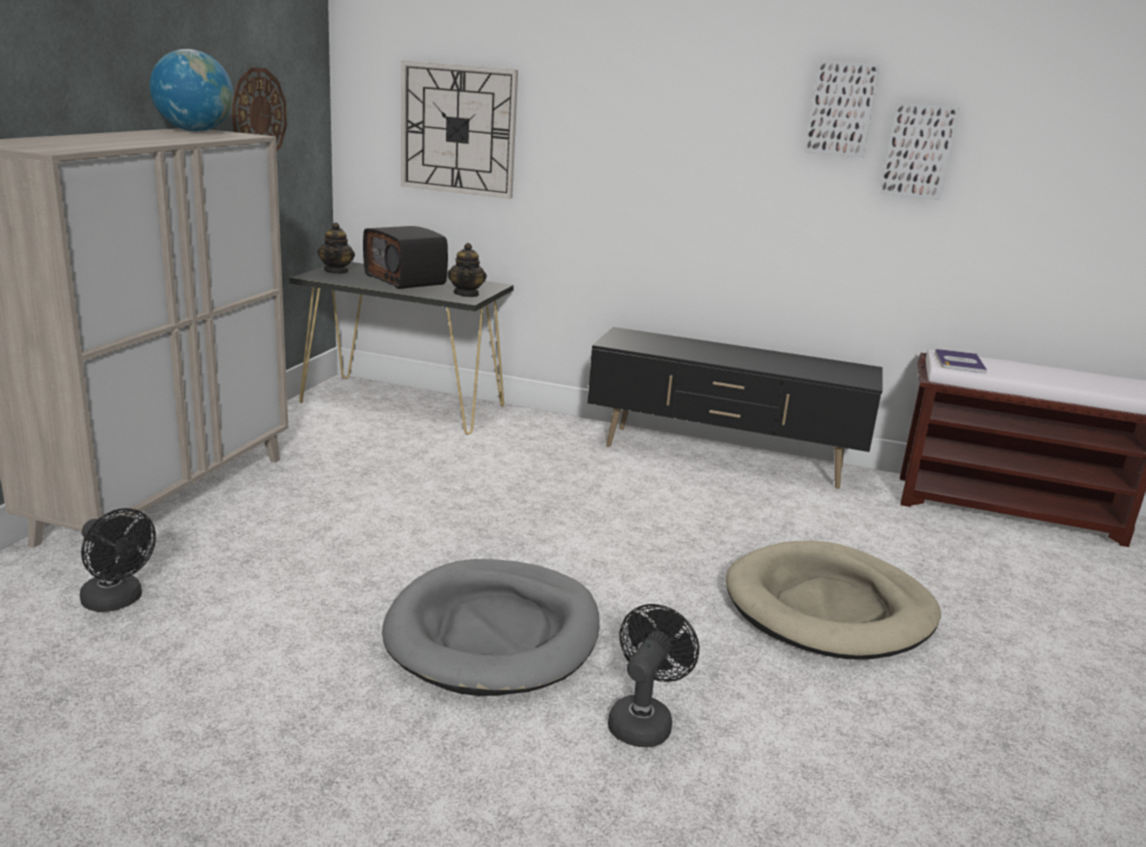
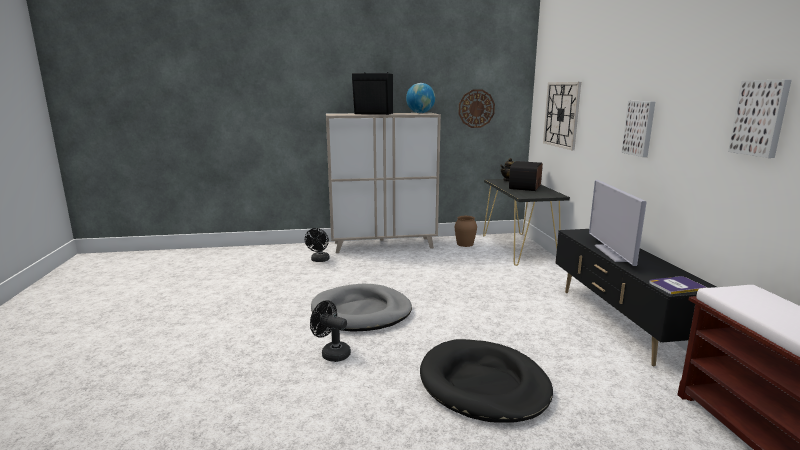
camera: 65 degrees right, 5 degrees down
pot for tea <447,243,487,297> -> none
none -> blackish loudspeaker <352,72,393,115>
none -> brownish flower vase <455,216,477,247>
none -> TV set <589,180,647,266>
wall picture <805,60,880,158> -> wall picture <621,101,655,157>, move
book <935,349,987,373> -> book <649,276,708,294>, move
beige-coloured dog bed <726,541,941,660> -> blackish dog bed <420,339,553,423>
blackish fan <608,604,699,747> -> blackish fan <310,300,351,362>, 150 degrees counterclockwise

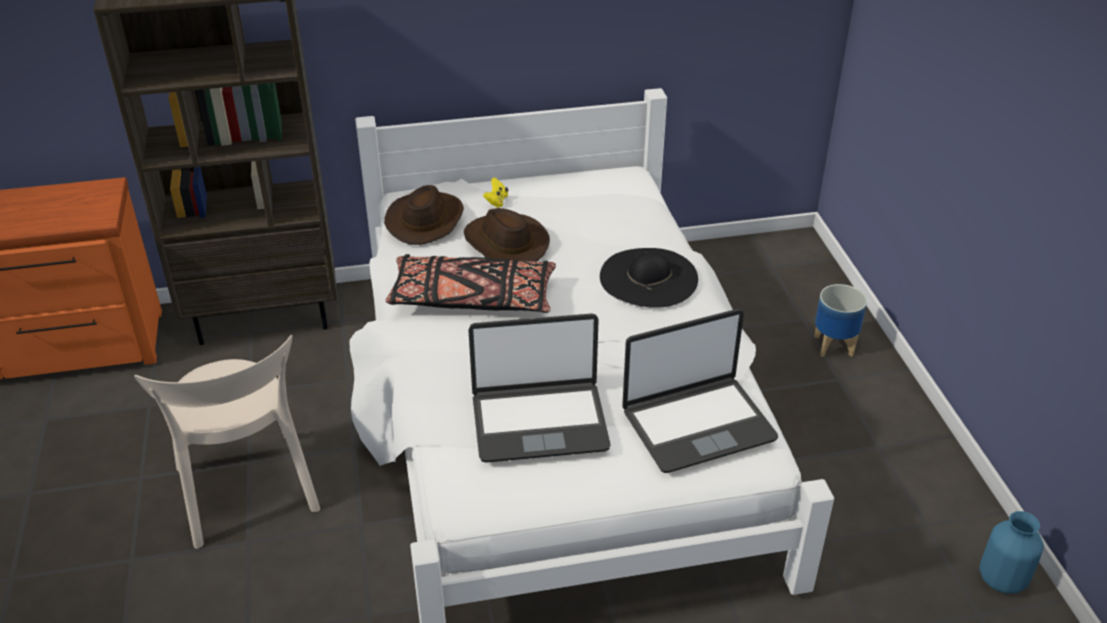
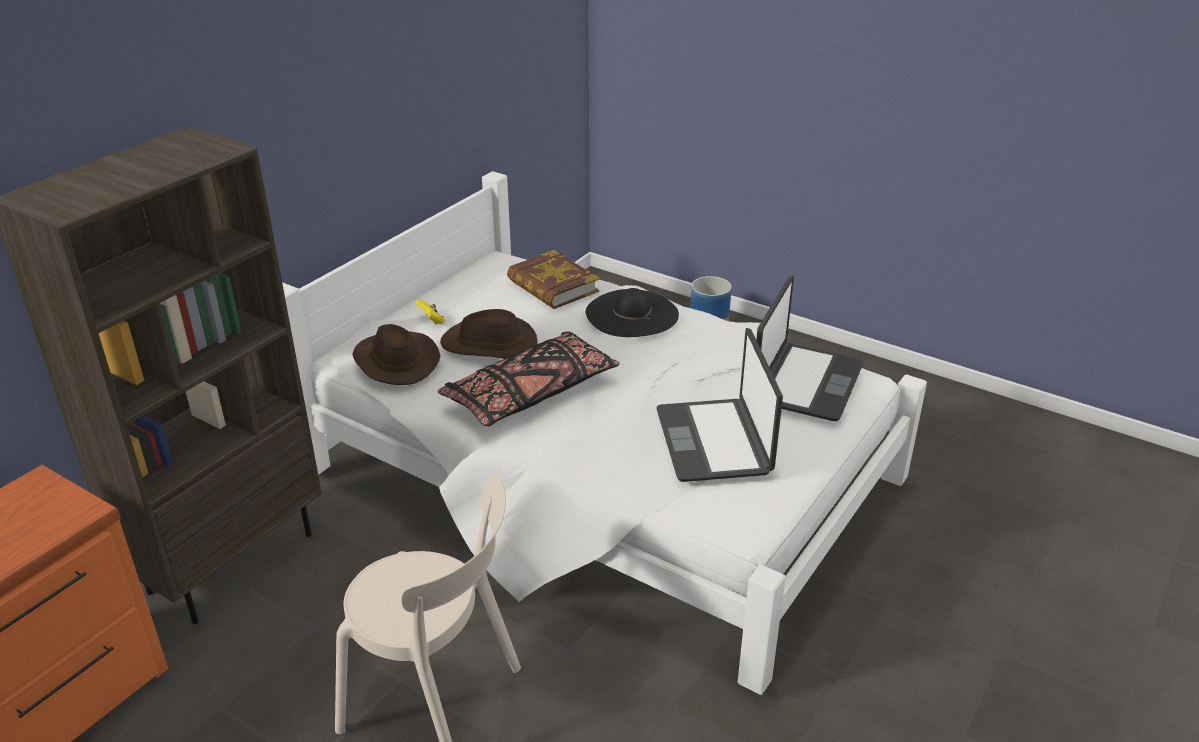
camera: 45 degrees left, 5 degrees down
bluish flower vase <979,511,1044,594> -> none
none -> book <507,250,599,309>
laptop <468,313,611,463> -> laptop <656,328,783,482>, 135 degrees clockwise

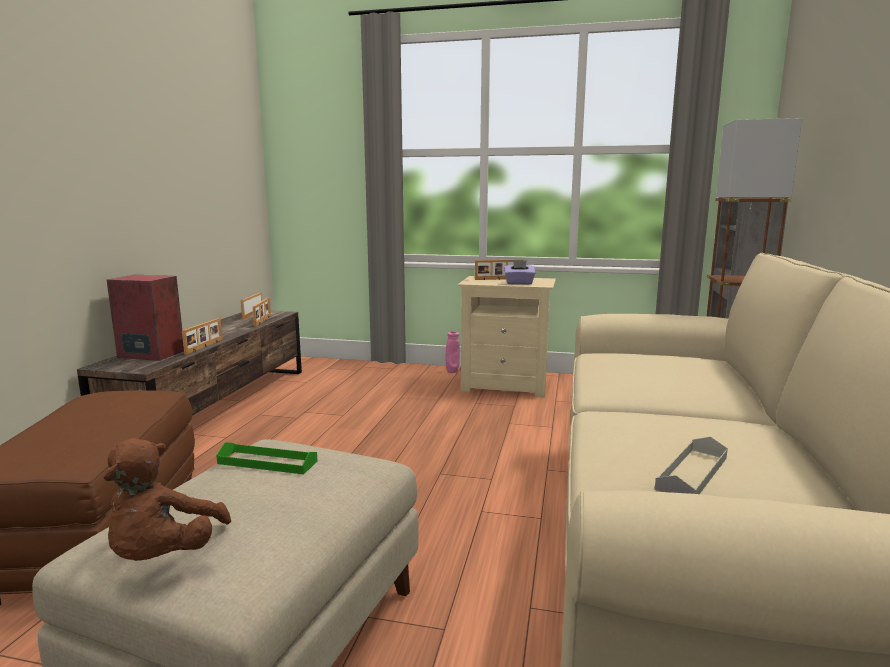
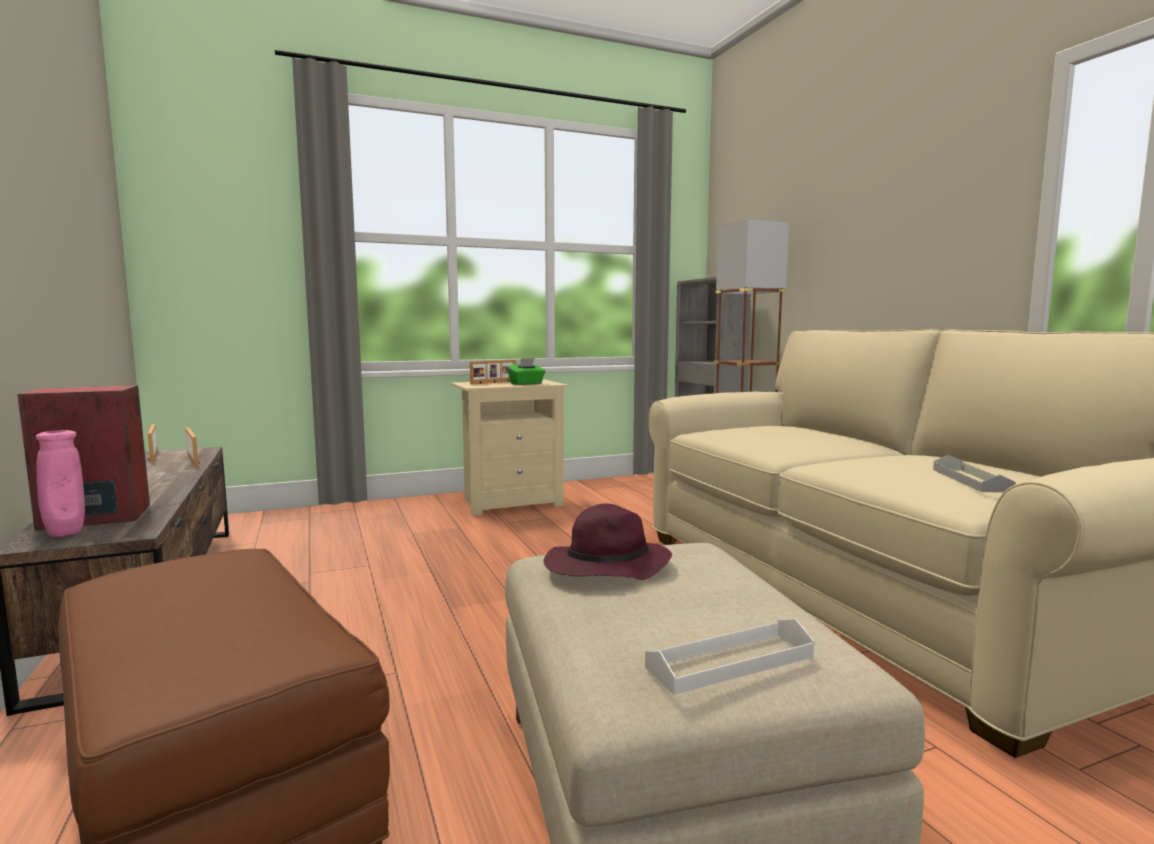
camera: 35 degrees left, 5 degrees down
picture frame <182,318,223,355> -> none
pink flower vase <446,332,460,373> -> pink flower vase <36,430,85,537>, move
brownish plush toy <104,438,231,561> -> white-coloured serving tray <645,619,814,695>
greenish serving tray <216,442,317,474> -> purple hat <544,504,672,580>
purple box of tissues <504,260,535,285> -> greenish box of tissues <507,358,545,385>

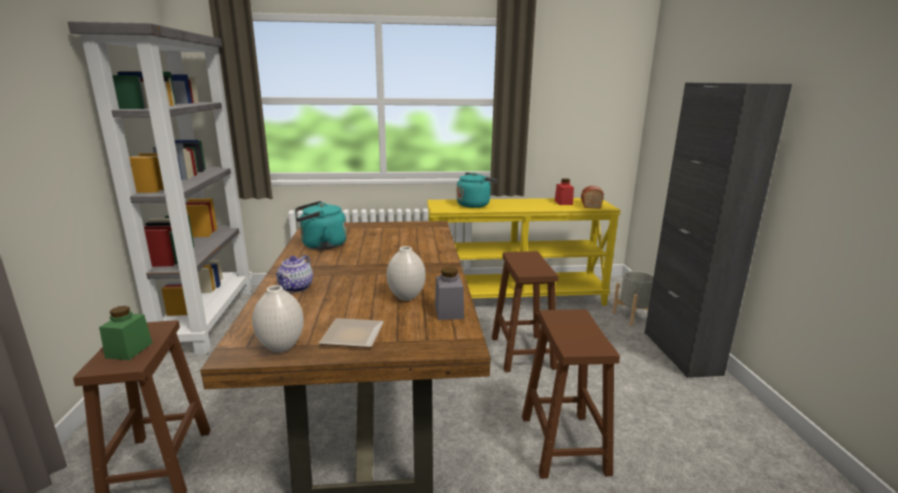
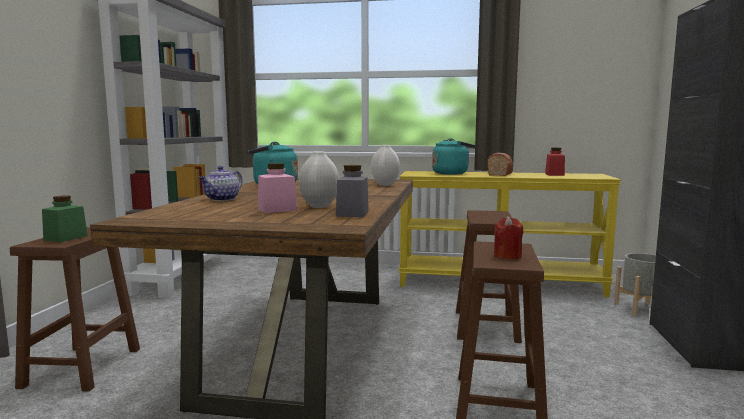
camera: 15 degrees right, 10 degrees down
flat dish <319,318,384,348> -> none
none -> pink storage jar <258,163,297,213>
none -> red candle <494,216,523,259>
white-coloured flower vase <252,285,304,352> -> white-coloured flower vase <371,145,400,186>, move
bakery bread <581,186,604,209> -> bakery bread <487,153,513,176>, move

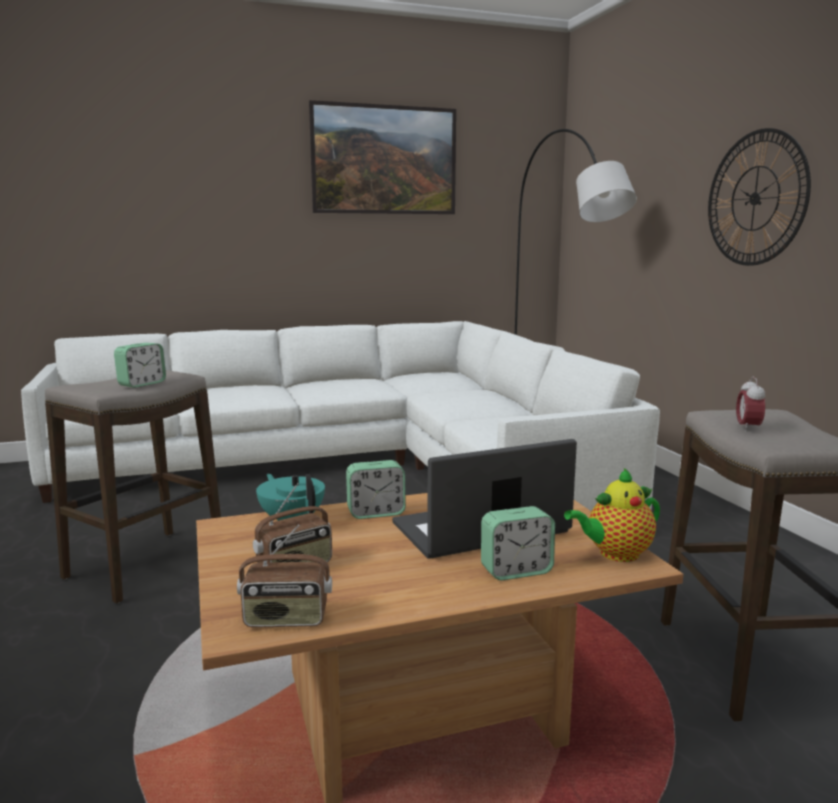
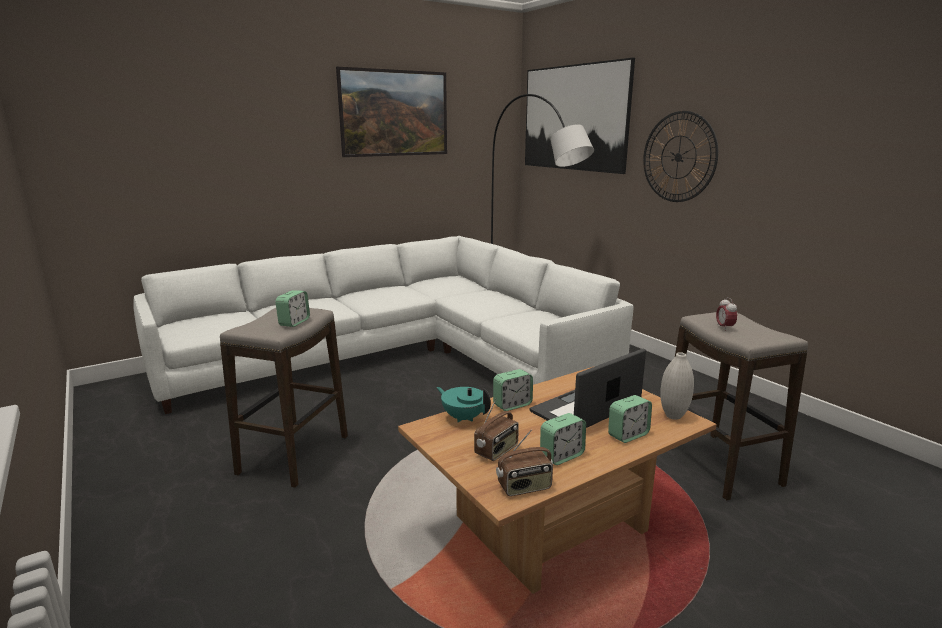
camera: 15 degrees left, 5 degrees up
none -> wall picture <525,58,635,174>
none -> bedside clock <540,413,586,465>
pot for tea <564,468,660,562> -> white-coloured flower vase <660,352,694,420>

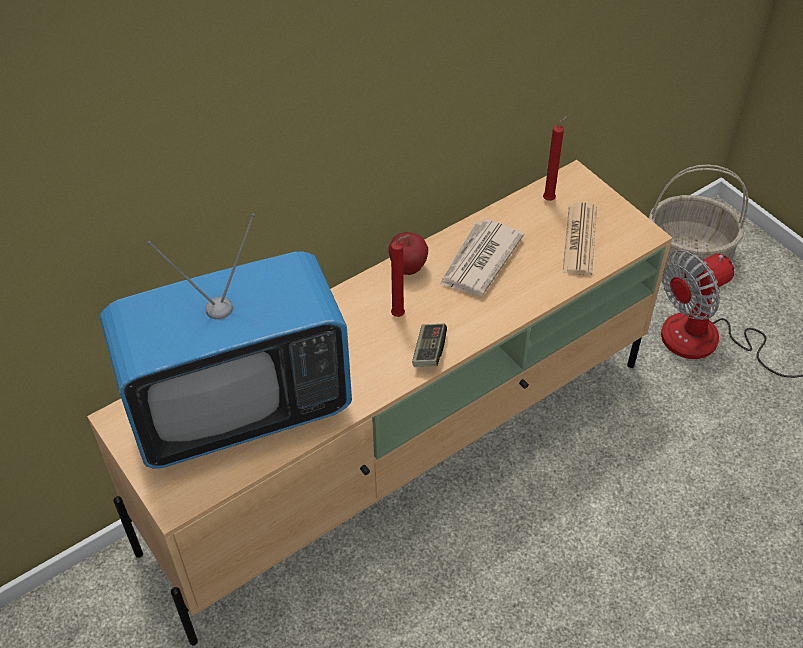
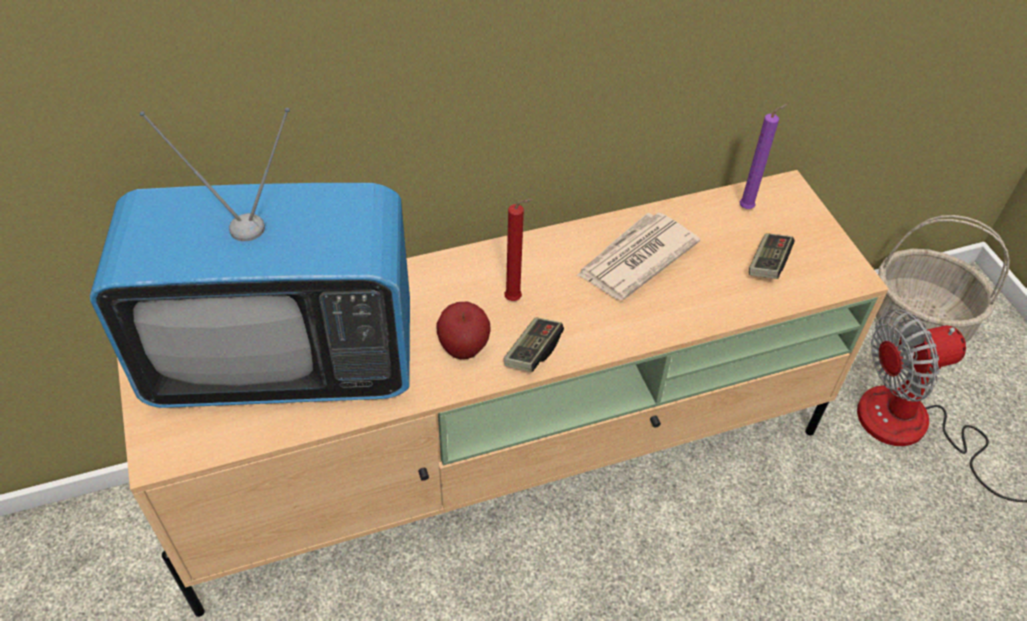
camera: 15 degrees right, 0 degrees up
apple fruit <388,232,428,275> -> apple fruit <436,301,491,359>, move
newspaper <562,202,597,276> -> joypad <749,233,795,279>
red candle <543,115,568,201> -> purple candle <740,103,788,209>

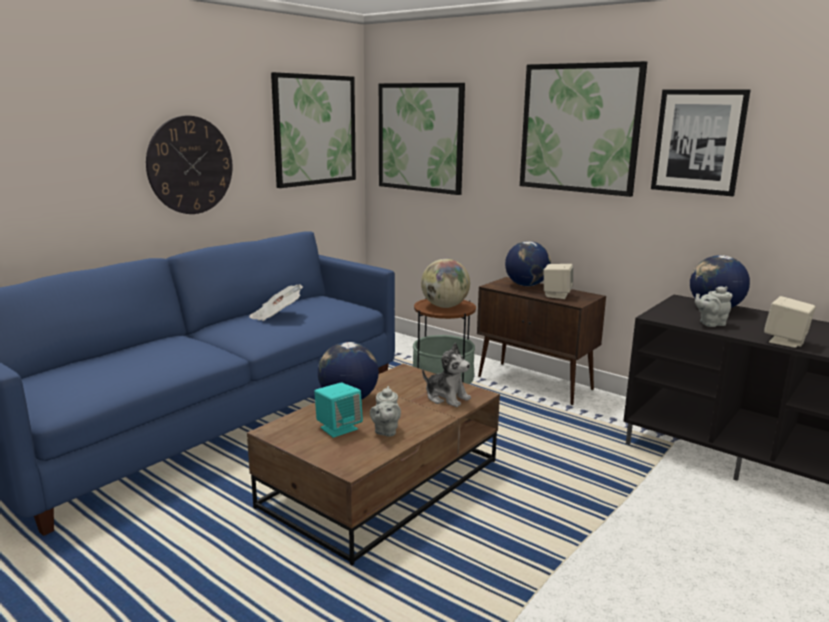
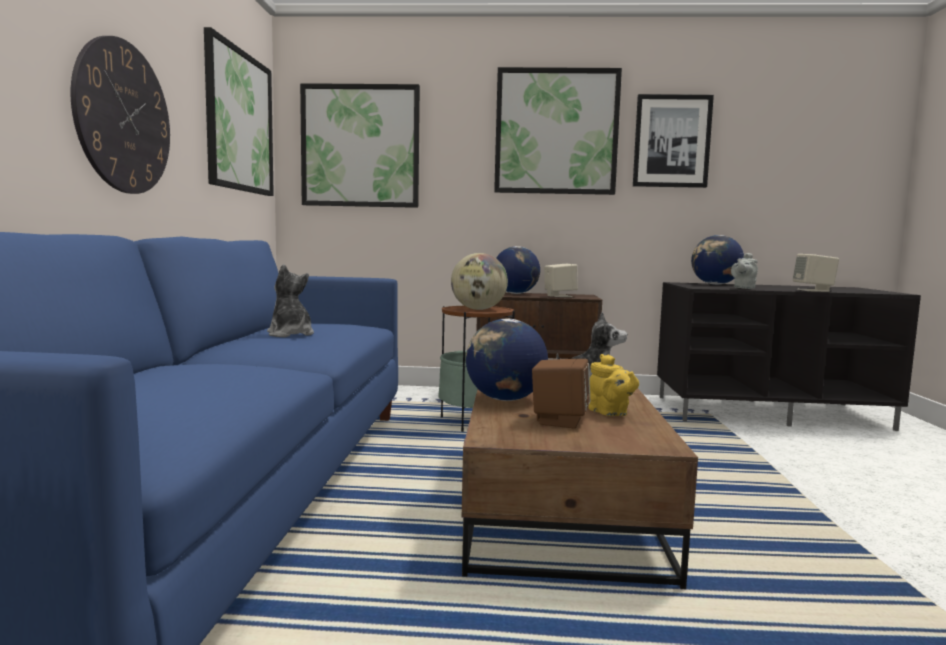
camera: 35 degrees left, 10 degrees down
newspaper <249,285,303,321> -> plush toy <267,264,314,337>
blue-green loudspeaker <314,382,363,438> -> brownish loudspeaker <532,359,590,429>
gray pot for tea <370,386,401,437> -> yellow pot for tea <589,354,639,416>

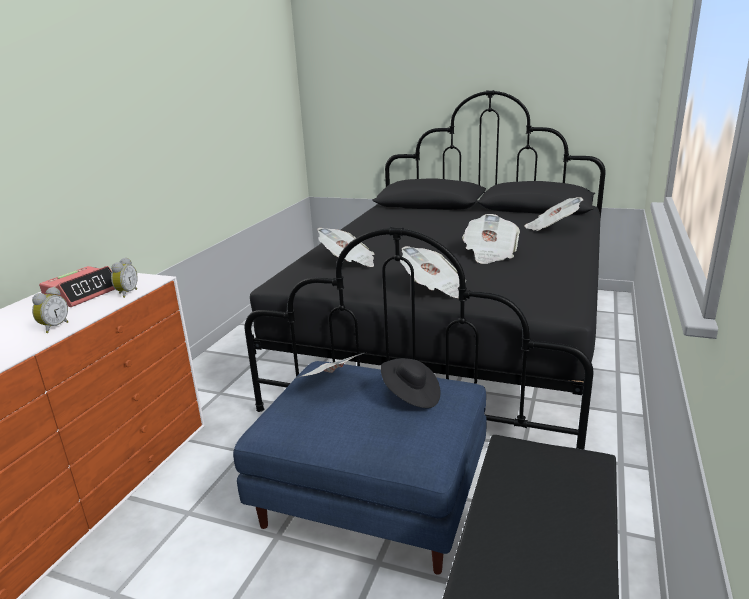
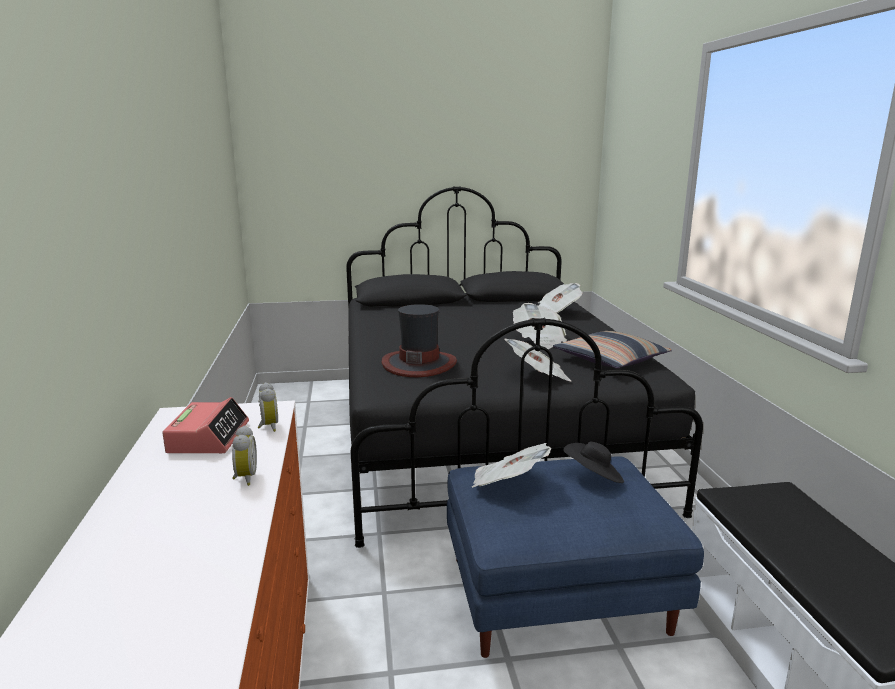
camera: 30 degrees left, 5 degrees down
none -> throw pillow <553,331,672,368>
newspaper <317,228,375,267> -> hat <382,304,457,377>

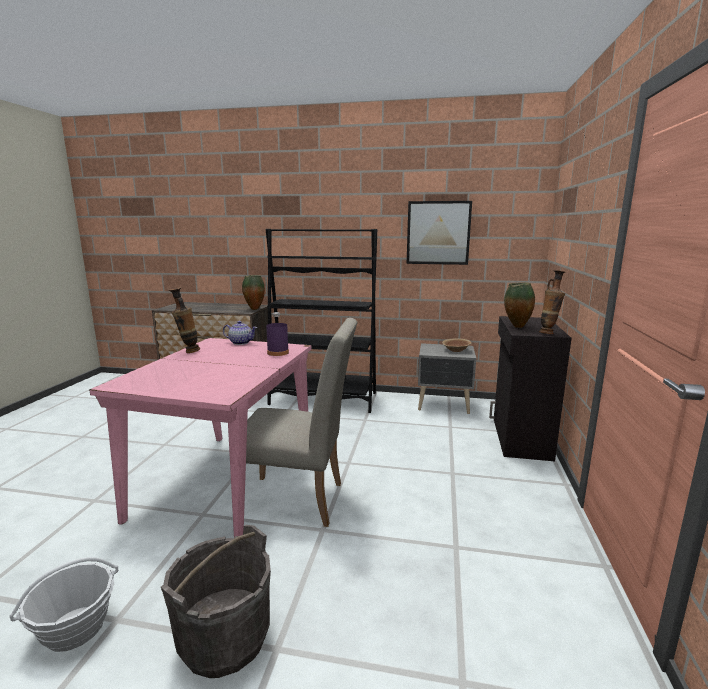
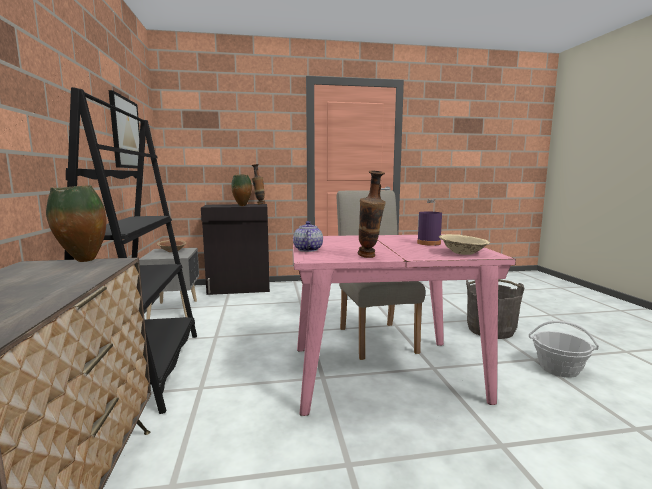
camera: 110 degrees left, 5 degrees down
none -> beige-coloured deep dish <439,234,490,255>
purple beverage bottle <266,312,289,356> -> purple beverage bottle <417,199,442,246>, move

